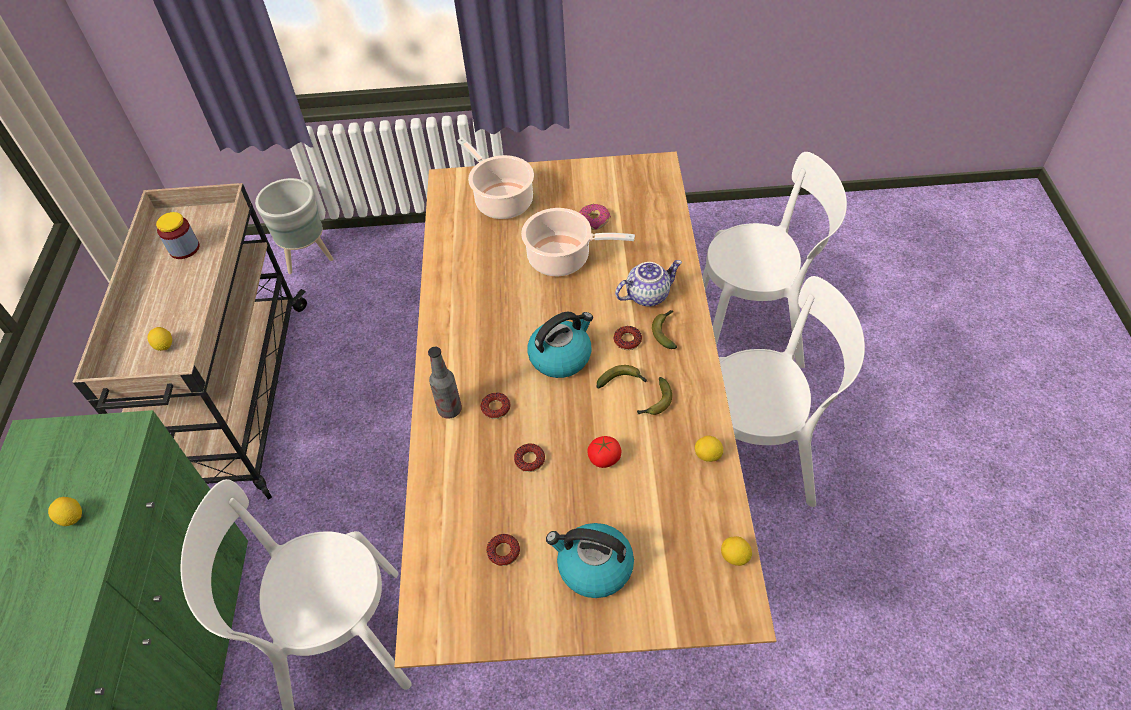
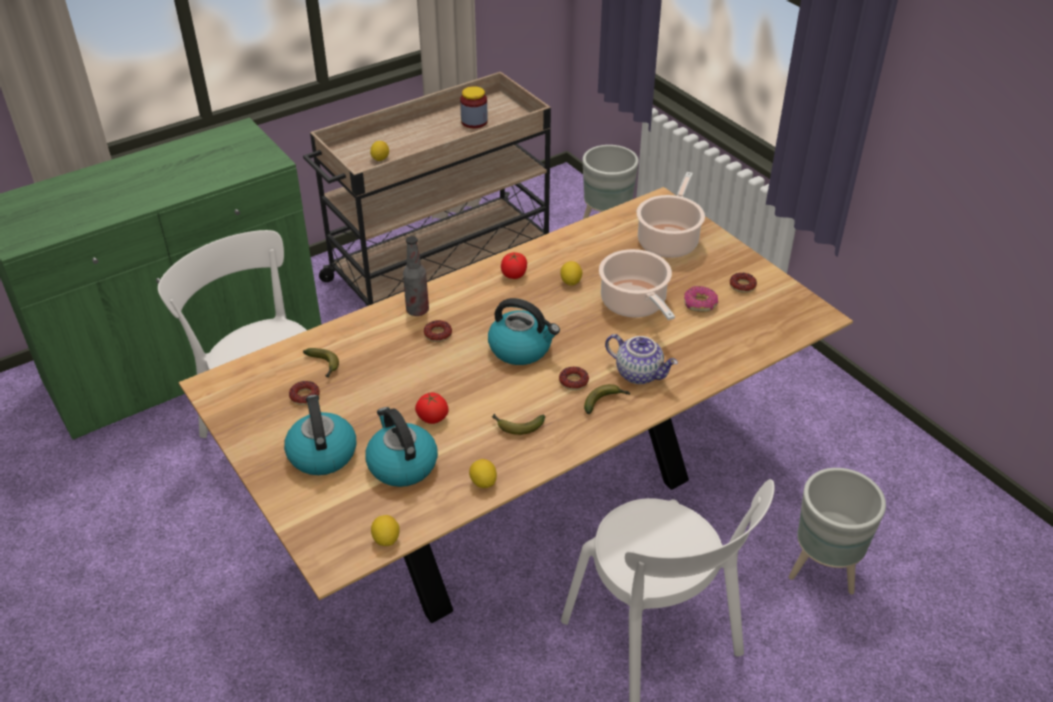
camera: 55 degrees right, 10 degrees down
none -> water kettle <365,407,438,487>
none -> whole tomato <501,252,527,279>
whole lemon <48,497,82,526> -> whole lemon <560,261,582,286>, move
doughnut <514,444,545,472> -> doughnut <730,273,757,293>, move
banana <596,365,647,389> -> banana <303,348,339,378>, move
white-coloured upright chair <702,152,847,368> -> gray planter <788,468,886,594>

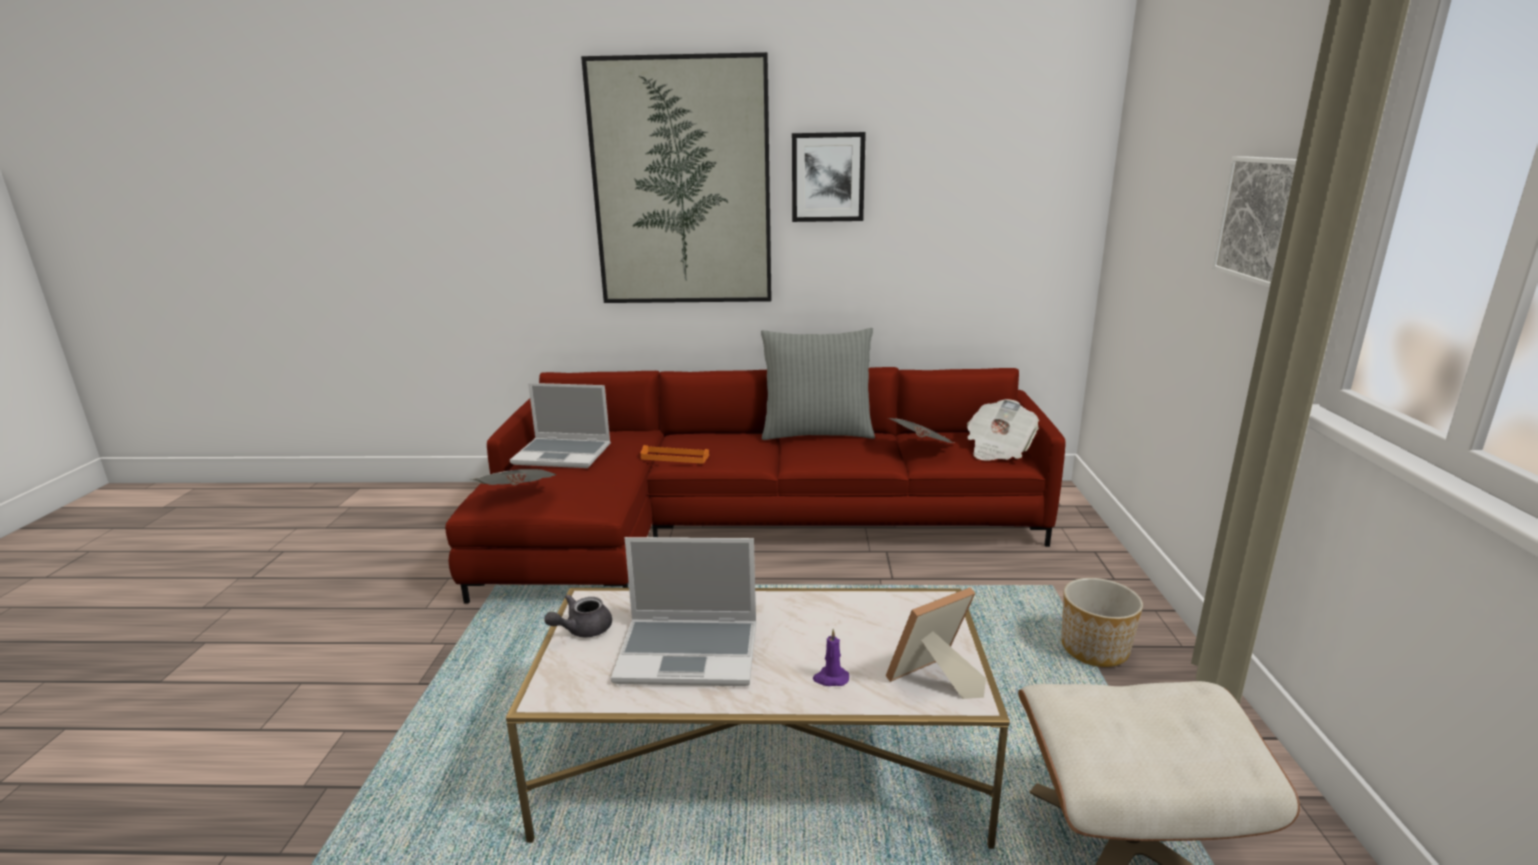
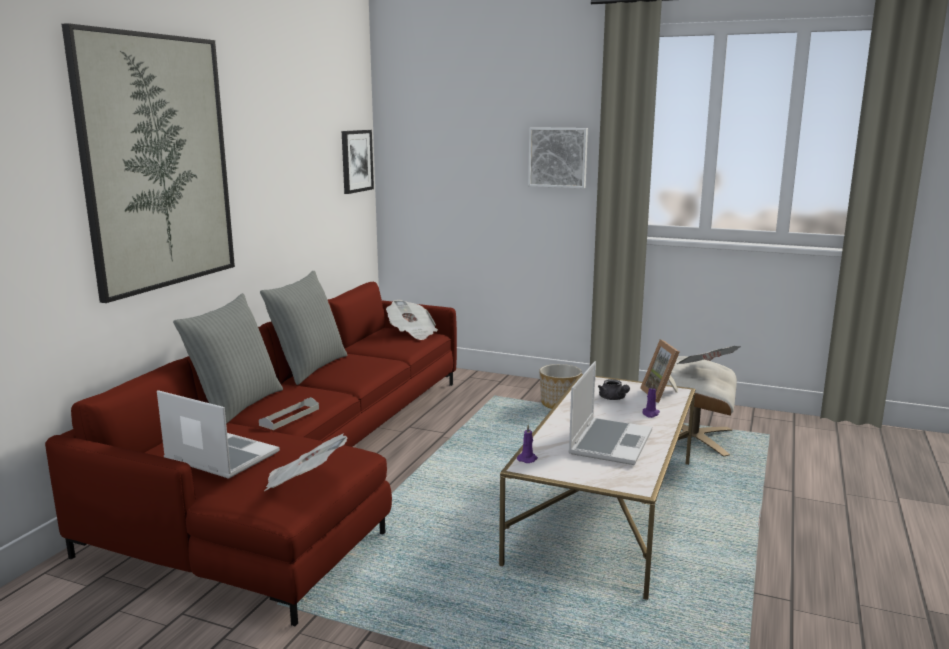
camera: 70 degrees left, 5 degrees down
none -> gray throw pillow <173,293,283,424>
none -> purple candle <517,424,538,463>
gray pot for tea <545,594,612,637> -> gray pot for tea <598,379,630,400>, move
wall picture <792,132,866,222> -> wall picture <342,130,374,194>, move
newspaper <888,418,954,443> -> newspaper <677,346,741,364>, move
orange serving tray <641,445,709,464> -> gray serving tray <259,397,319,430>
laptop <510,383,611,468> -> laptop <157,390,280,479>, 90 degrees counterclockwise

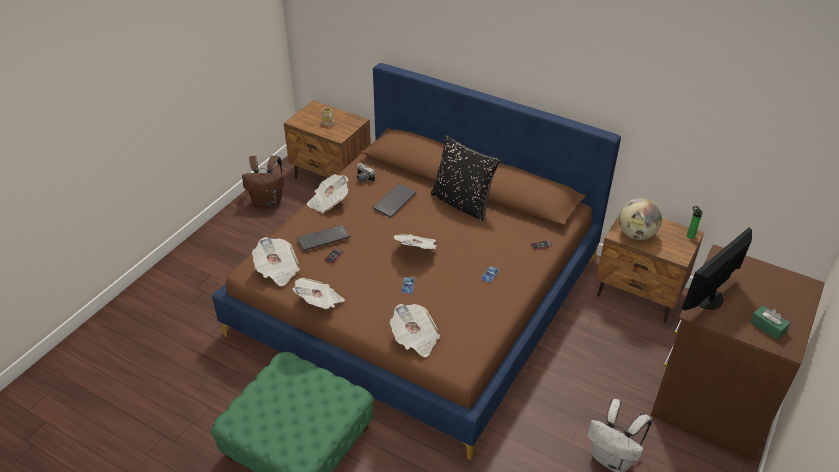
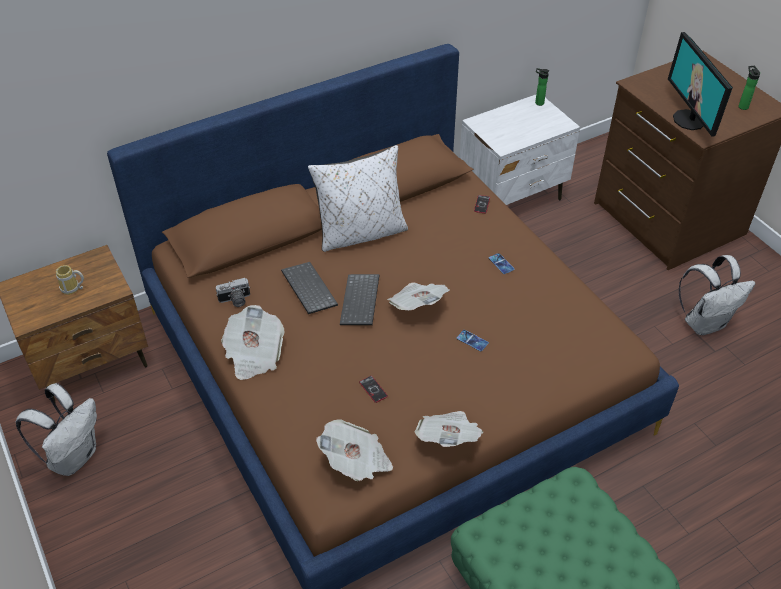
camera: 60 degrees left, 5 degrees up
newspaper <390,304,440,357> -> none
desk globe <619,198,662,240> -> none
computer keyboard <296,225,350,251> -> computer keyboard <340,274,379,325>, move
greenish box of tissues <750,306,791,340> -> beverage bottle <738,66,760,110>
brownish knapsack <242,156,284,207> -> white-coloured knapsack <16,383,97,476>
blackish throw pillow <431,135,501,221> -> white-coloured throw pillow <308,145,408,252>
brownish nightstand <596,216,704,322> -> white-coloured nightstand <460,95,580,205>

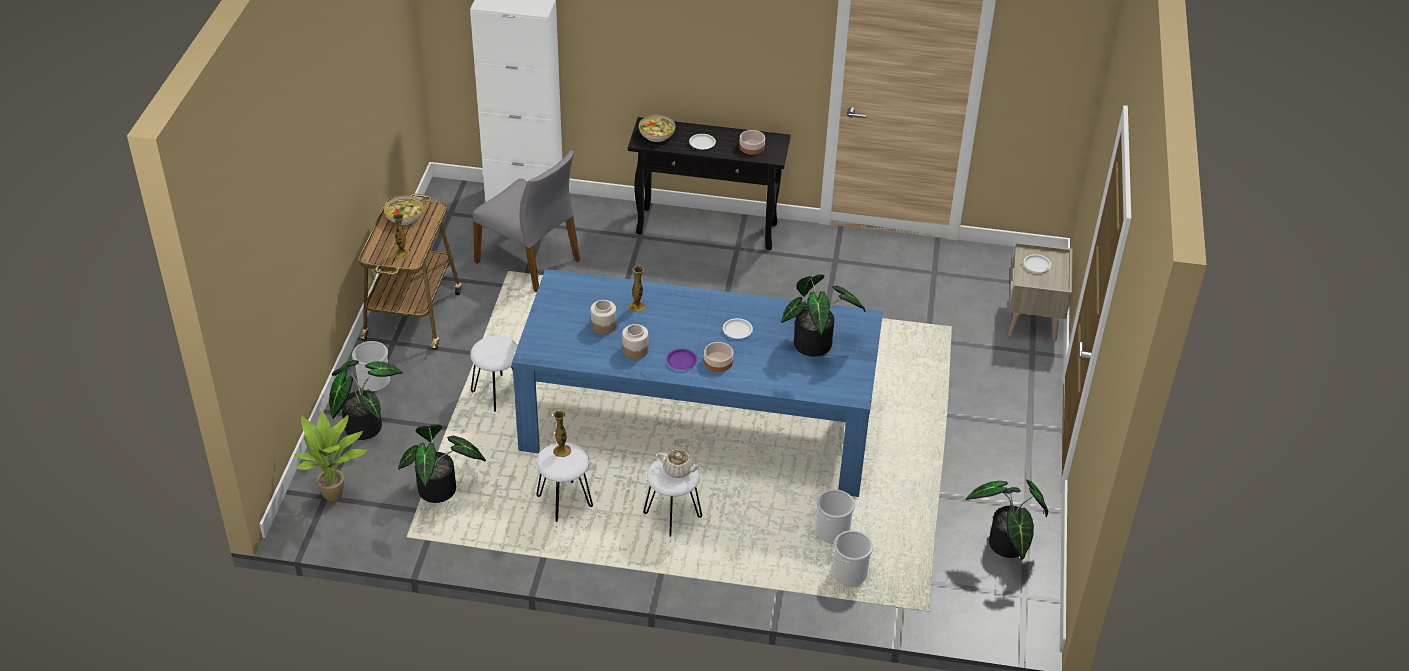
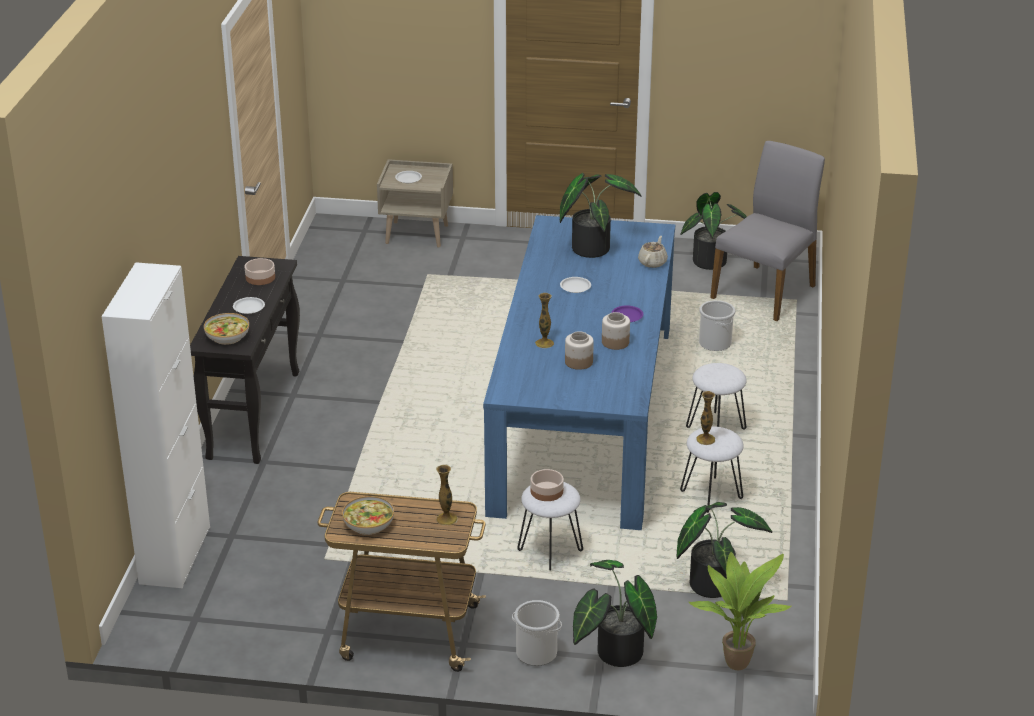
camera: 90 degrees left, 10 degrees down
pail <832,530,873,586> -> none
gray upright chair <473,150,580,292> -> gray upright chair <710,141,825,321>, move
beige-coloured pot for tea <657,450,702,478> -> beige-coloured pot for tea <638,236,668,268>, move
deep dish <704,342,733,372> -> deep dish <531,469,564,501>, move

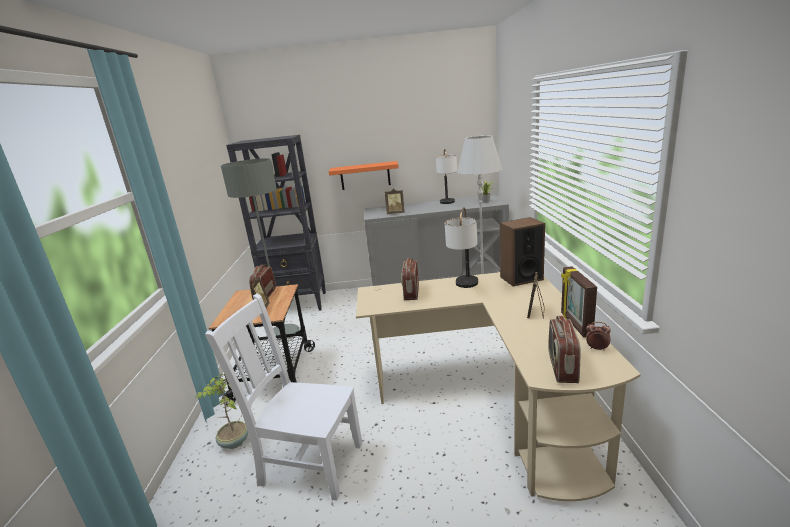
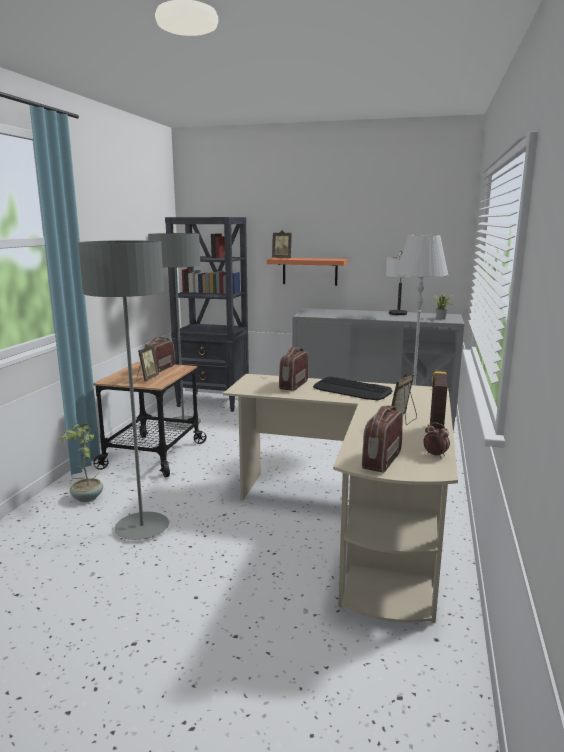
camera: 15 degrees right, 5 degrees down
loudspeaker <500,217,545,287> -> none
picture frame <385,189,405,214> -> picture frame <272,230,292,259>, move
white-coloured upright chair <205,294,363,501> -> gray standing lamp <78,240,169,540>
lamp for a table <445,207,478,288> -> computer keyboard <313,377,392,400>

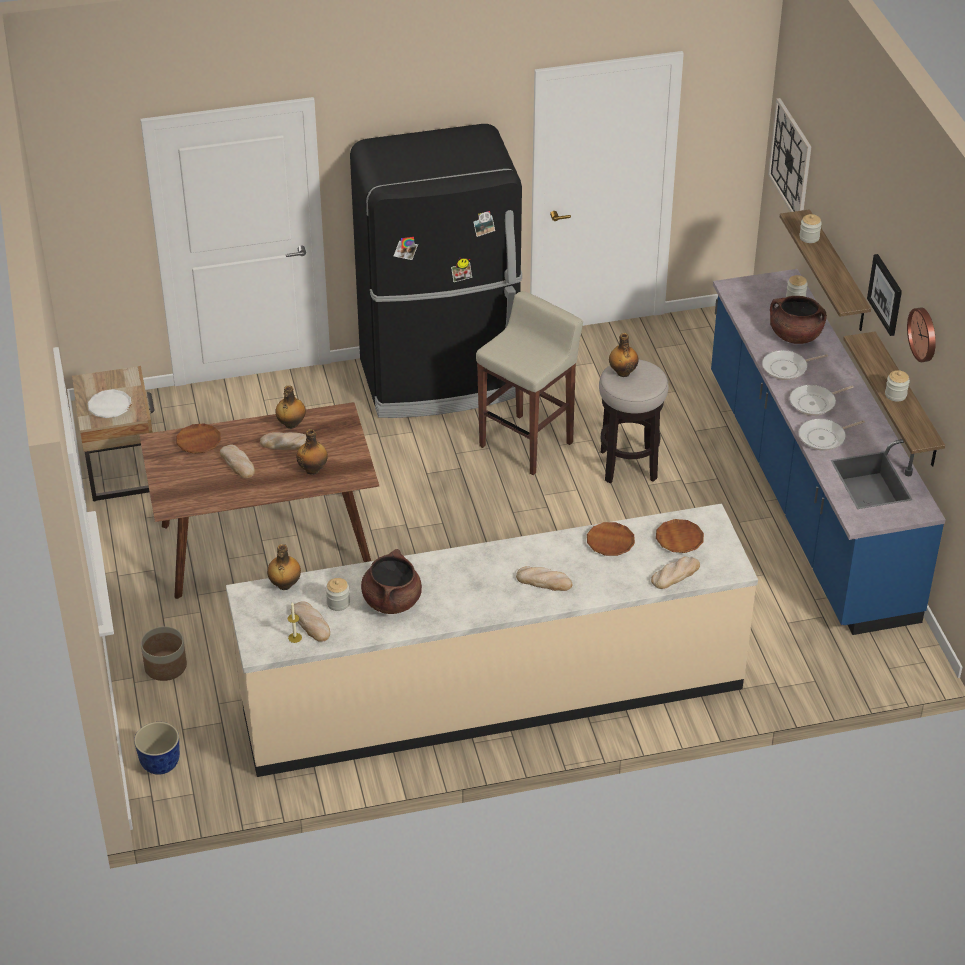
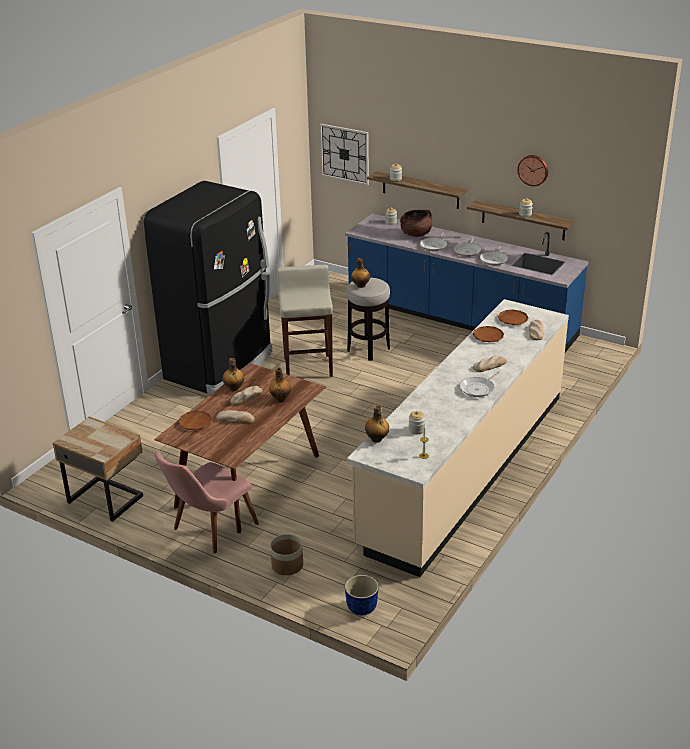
camera: 45 degrees left, 10 degrees down
white-coloured flat dish <88,389,132,418> -> none
bakery bread <291,601,330,642> -> none
brownish saucepot <361,549,422,614> -> none
wall picture <867,254,902,336> -> none
none -> pink upright chair <154,451,259,553>
none -> pan <460,372,499,397>

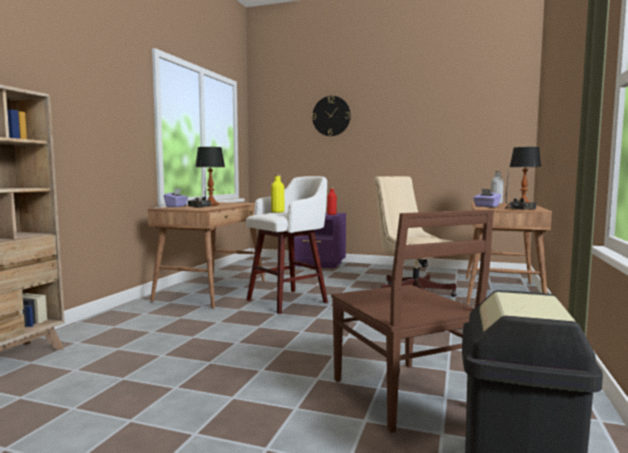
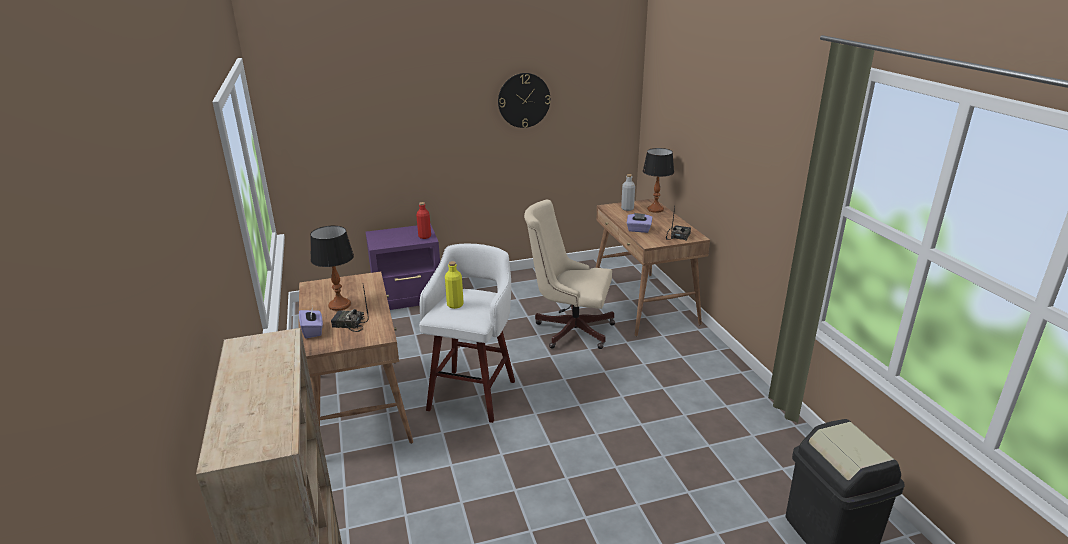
camera: 35 degrees left, 20 degrees up
brownish upright chair <331,210,494,433> -> none
hanging clock <312,96,351,136> -> hanging clock <498,73,551,128>, move

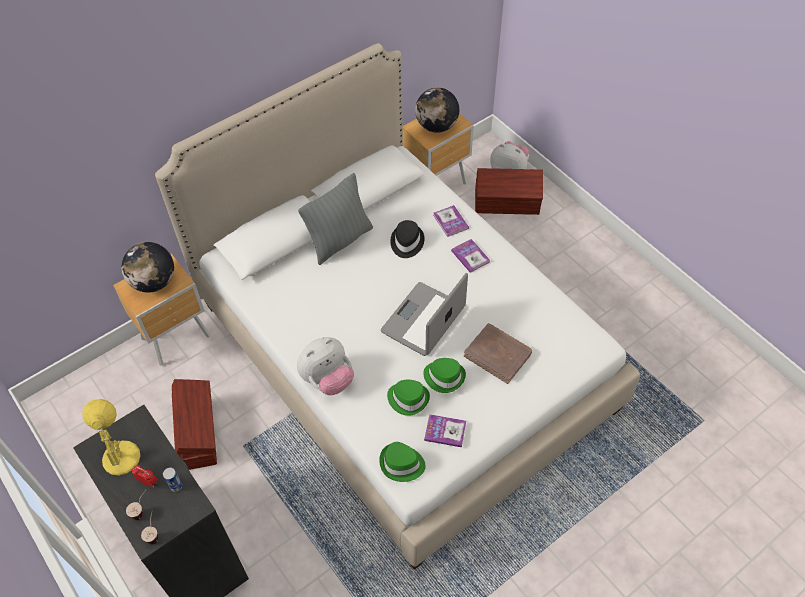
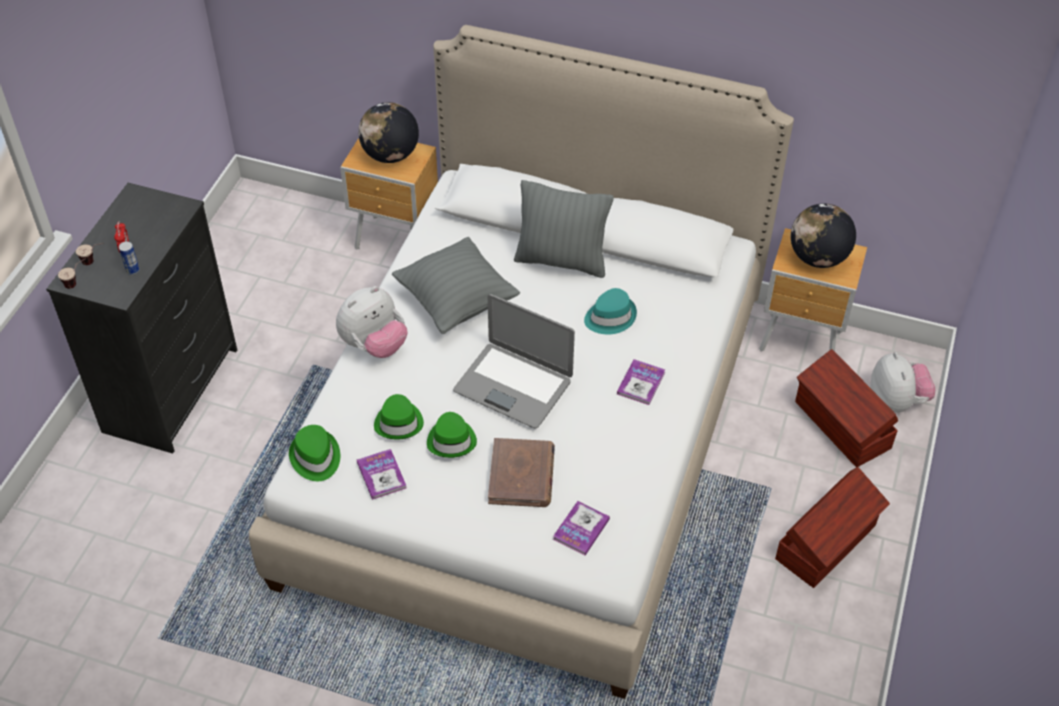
camera: 55 degrees right, 5 degrees down
yellow lamp for a table <82,399,141,475> -> none
none -> gray throw pillow <392,237,520,334>
brownish storage box <172,379,217,470> -> brownish storage box <775,467,890,588>, move
book <433,205,469,237> -> book <553,501,610,556>, move
blackish hat <390,220,424,258> -> blue-green hat <584,288,637,334>
plush toy <297,337,354,395> -> plush toy <336,286,408,358>, 60 degrees counterclockwise
laptop <381,273,468,356> -> laptop <453,294,575,428>, 150 degrees counterclockwise

